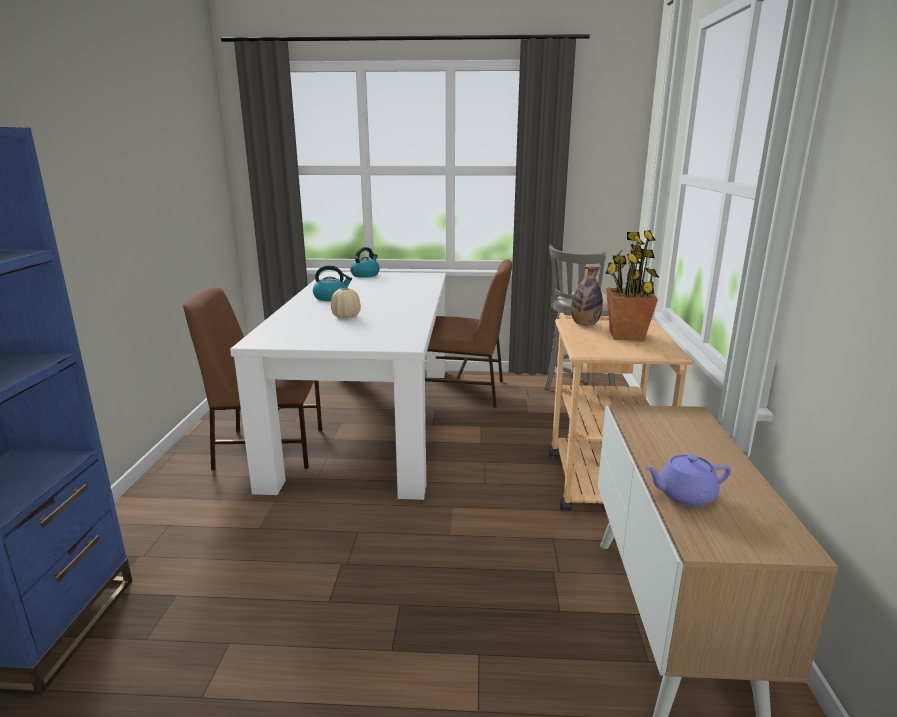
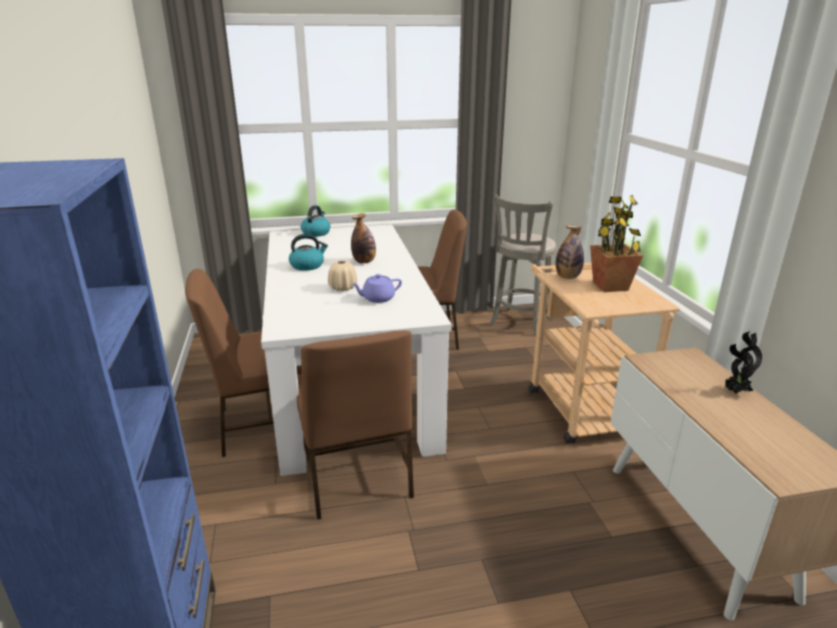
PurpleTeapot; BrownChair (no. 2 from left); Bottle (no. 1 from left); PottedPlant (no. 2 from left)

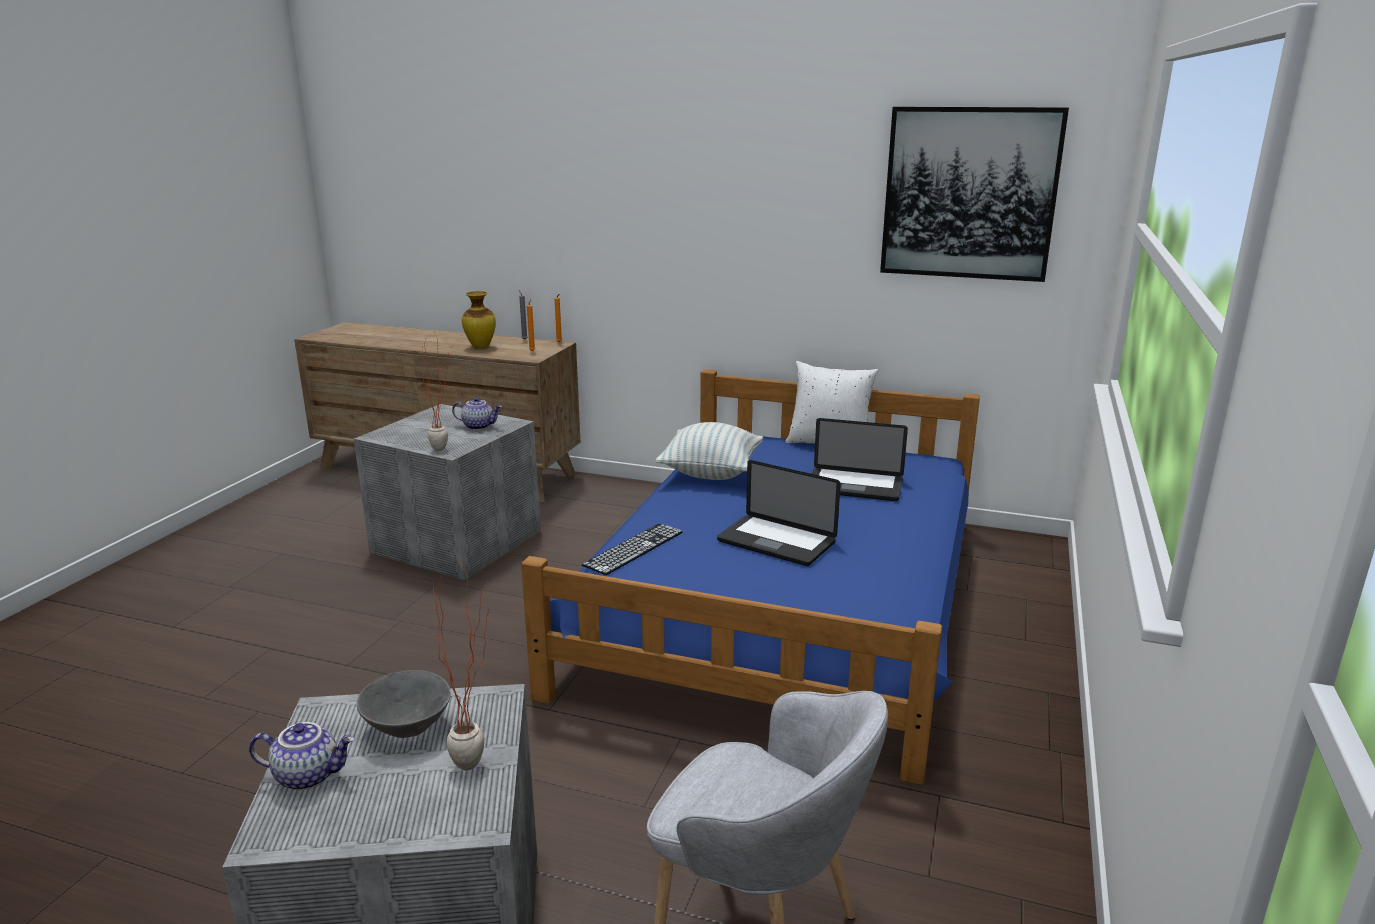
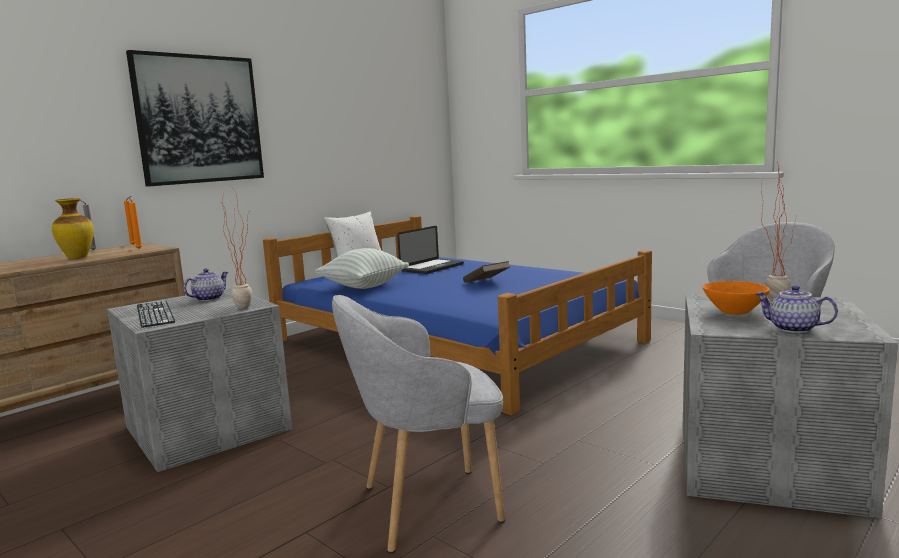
Teapot (no. 2 from left); OrangeBowl; Keyboard; BrownBook; Picture; GreyArmchair (no. 1 from left)

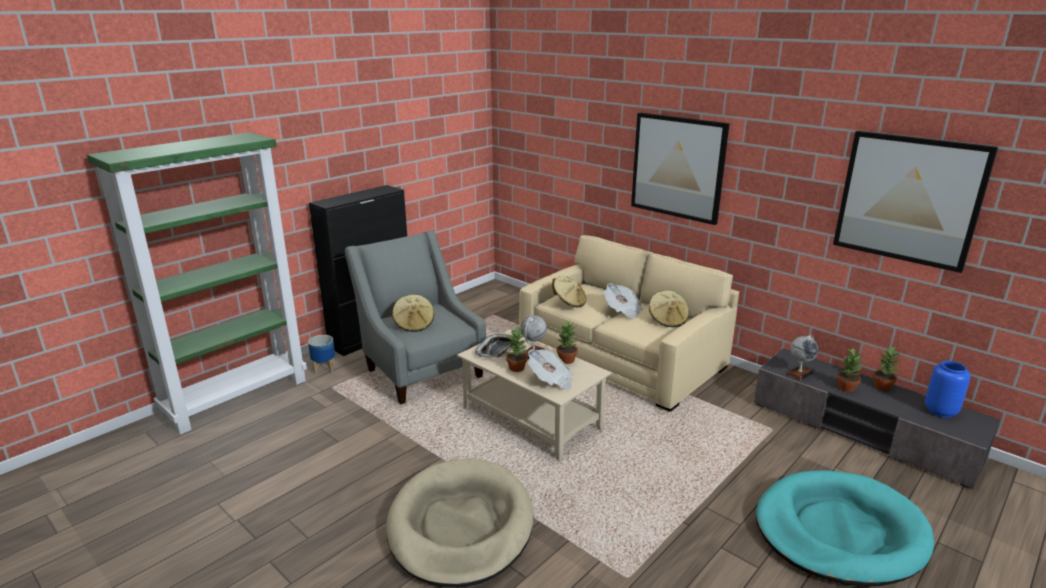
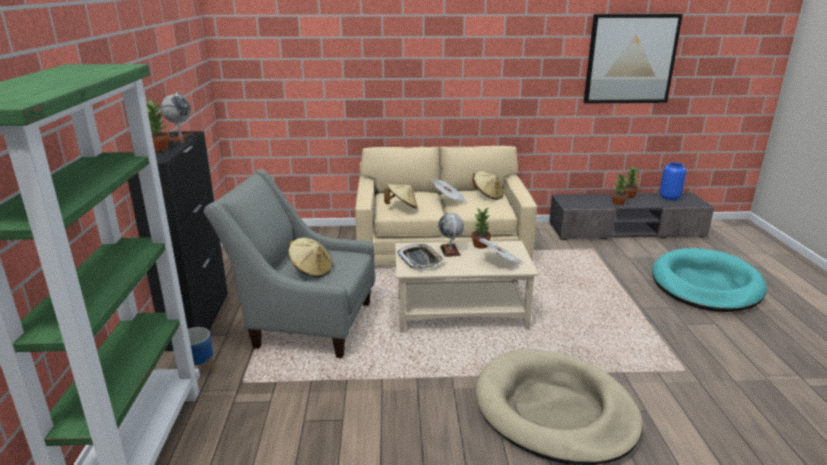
PottedPlant (no. 1 from left); Picture (no. 1 from left in the first image); Globe (no. 1 from left)

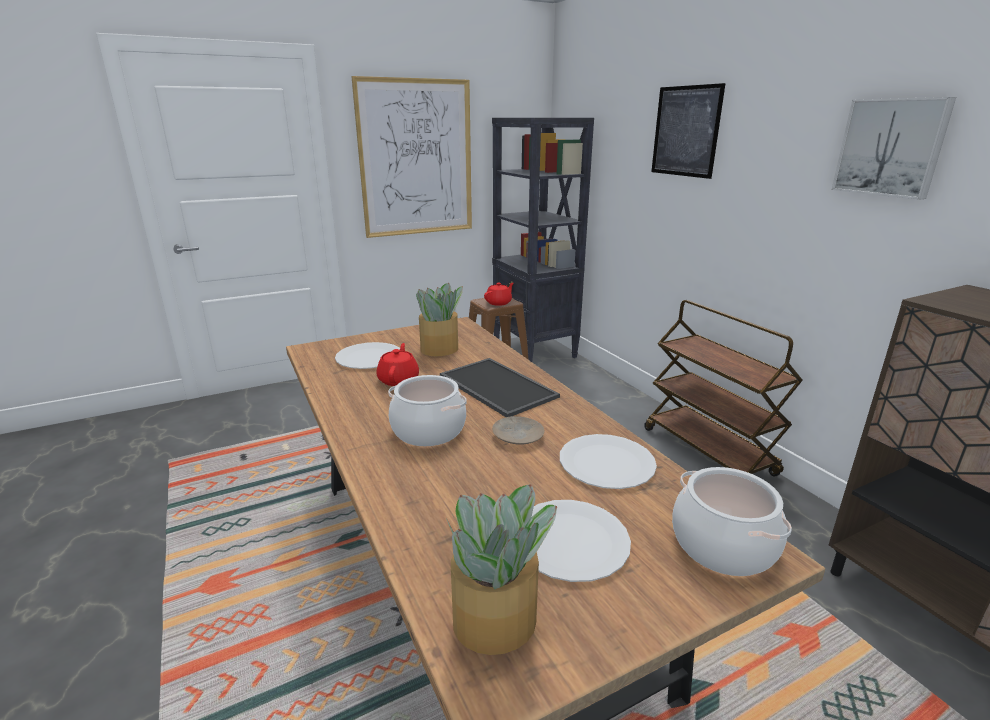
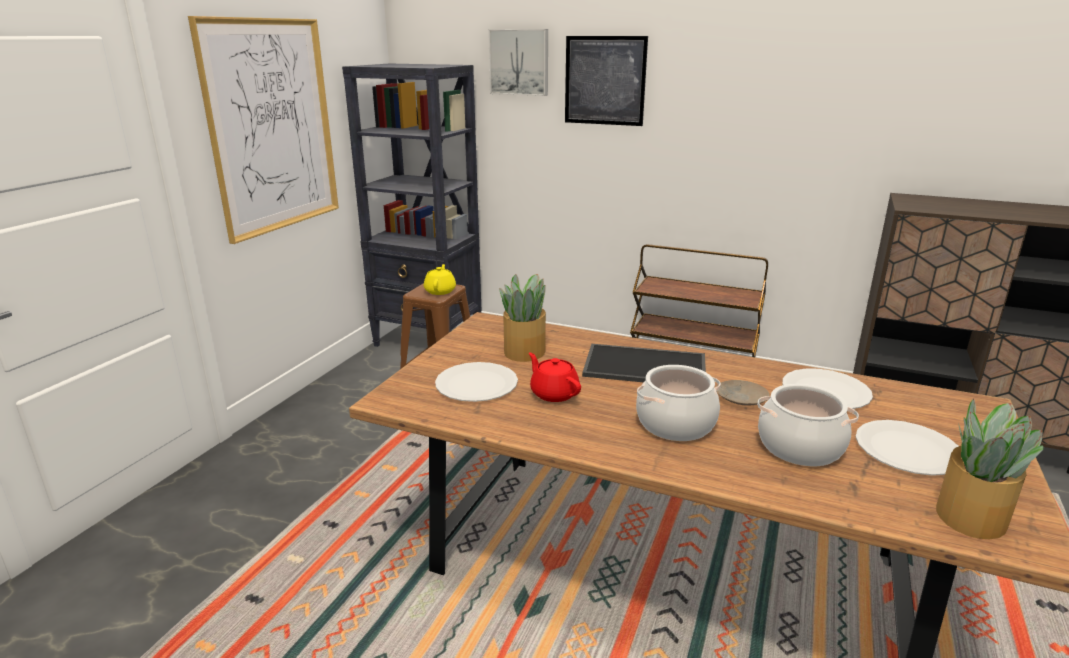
YellowTeapot; CookingPot (no. 2 from left); Picture (no. 2 from left)

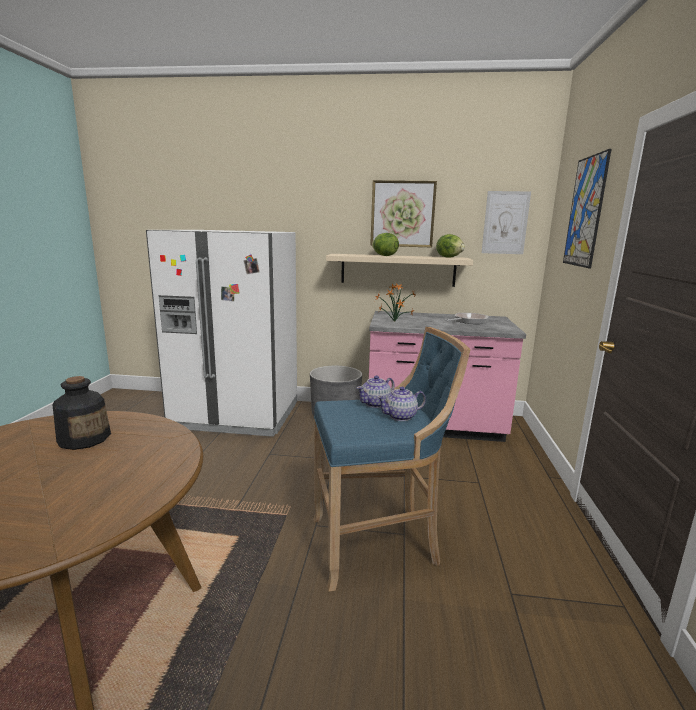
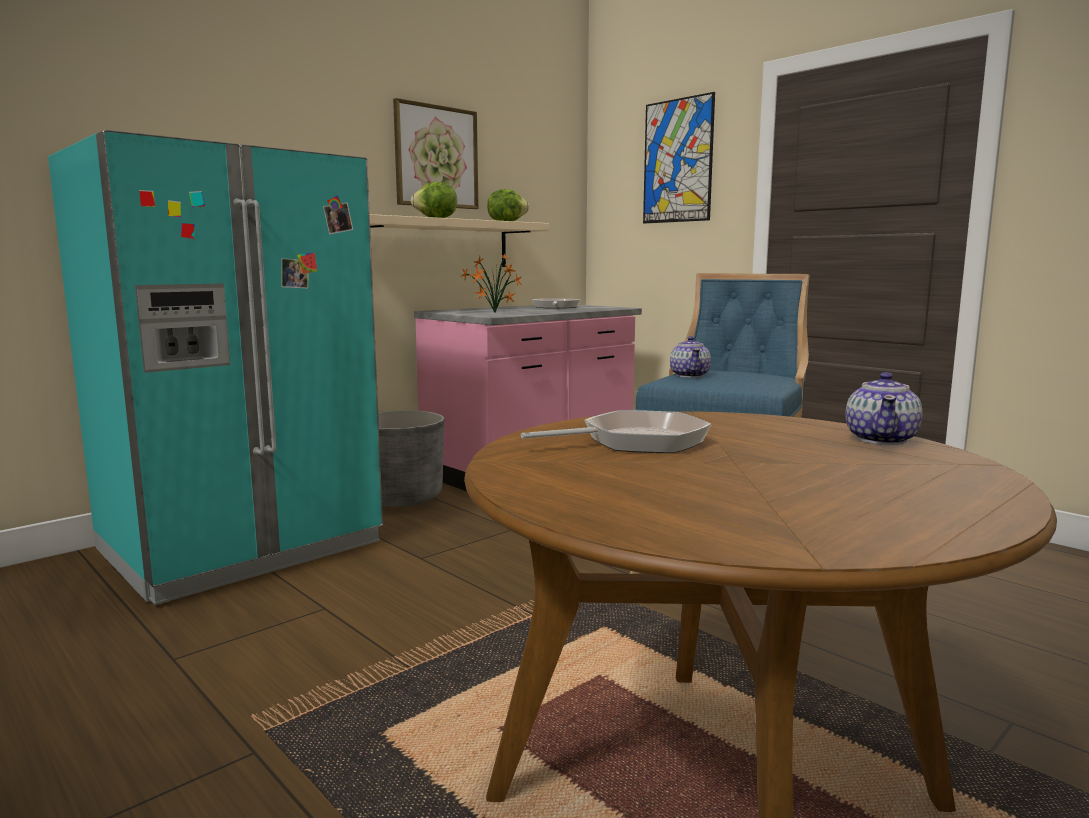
FryingPan (no. 2 from left); TurquoiseFridge; Teapot (no. 2 from left); Picture (no. 2 from left in the first image)

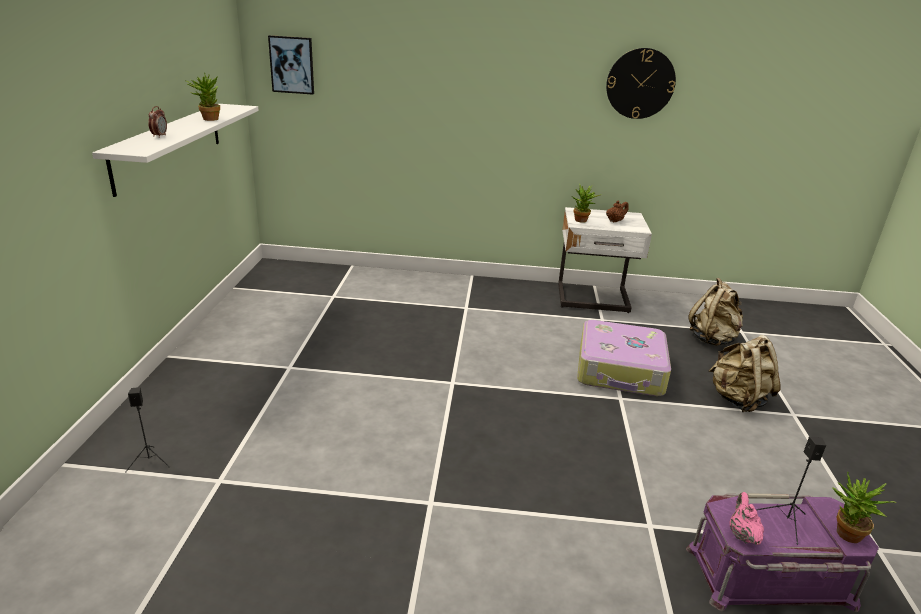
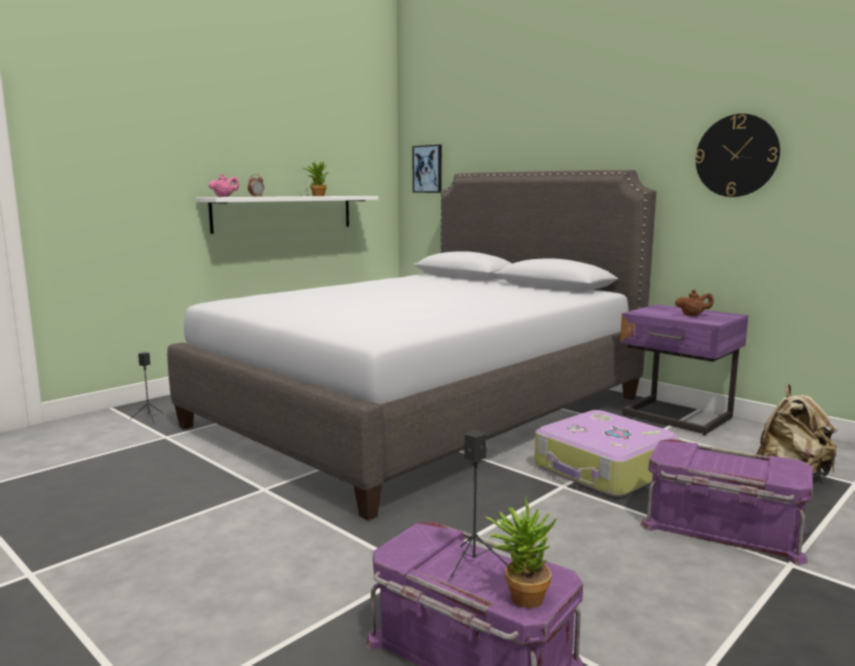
PurpleNightstand; PottedPlant (no. 2 from left in the first image); PurpleStorageBox (no. 2 from left); PinkTeapot; GreyBed

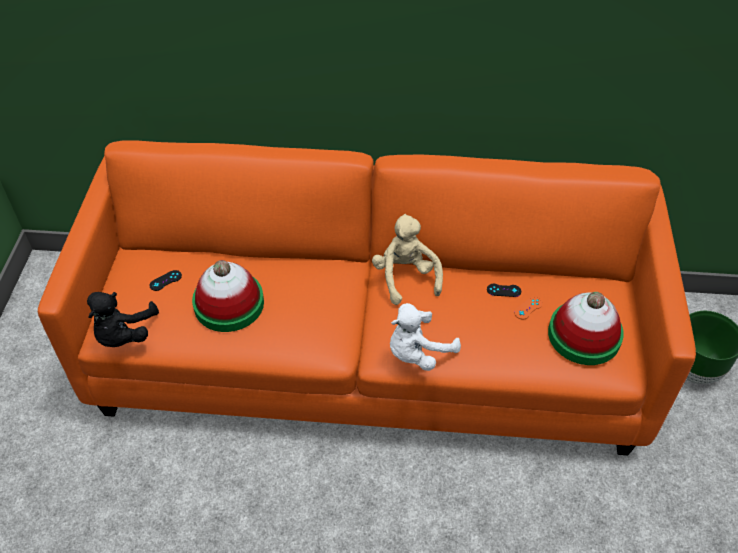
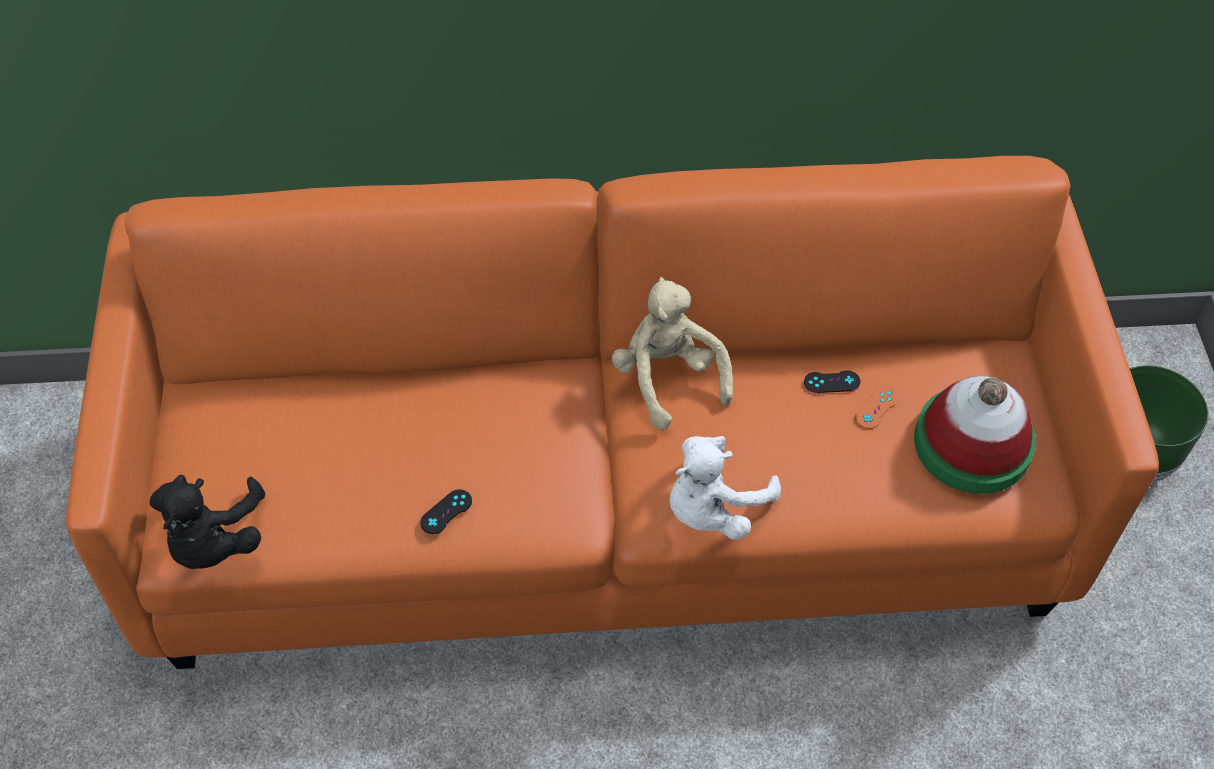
BlackGameController (no. 1 from left); Hat (no. 1 from left in the first image)

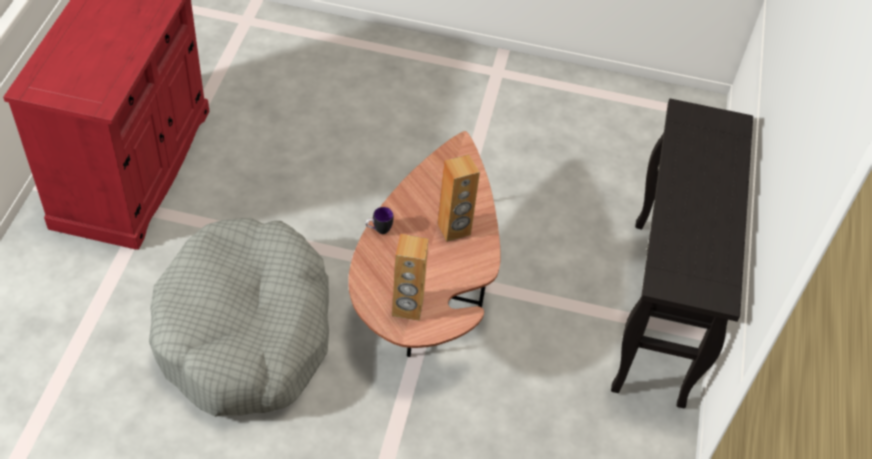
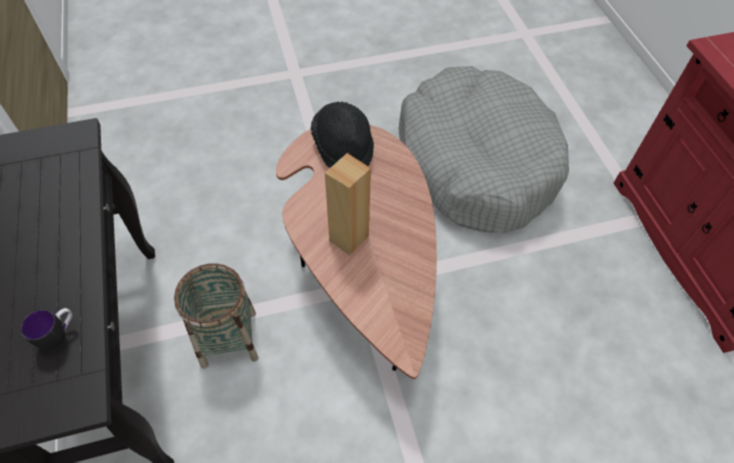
Mug; BlackHat; Basket

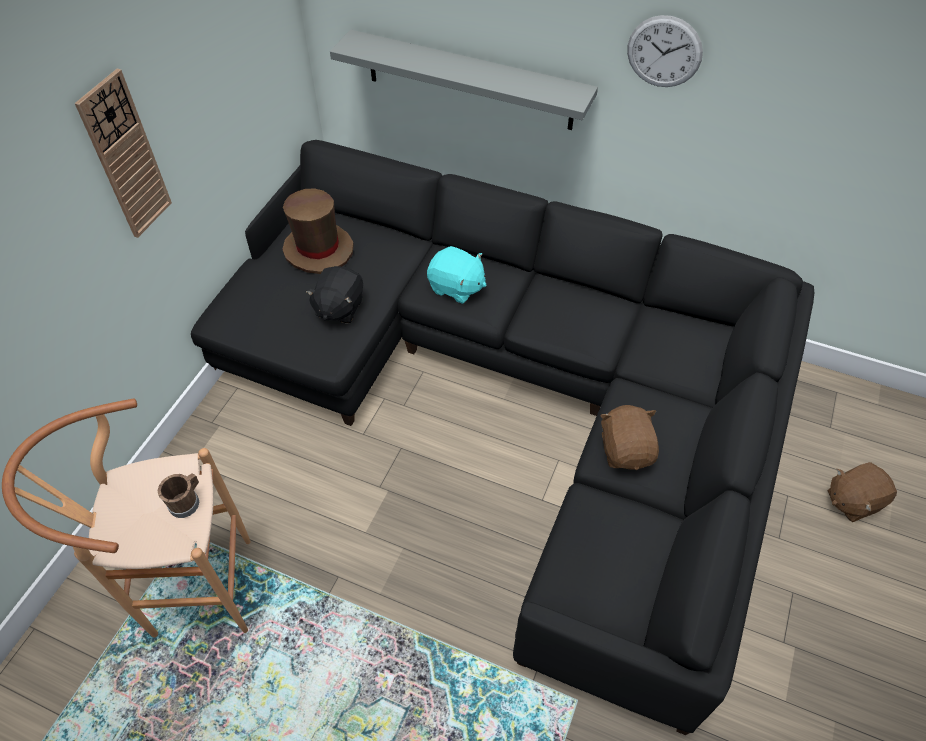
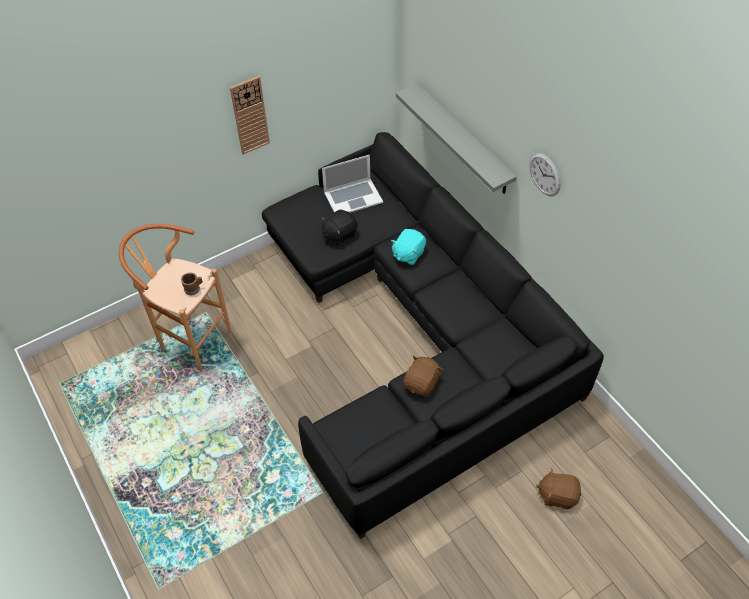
Laptop; TurquoisePlushToy

